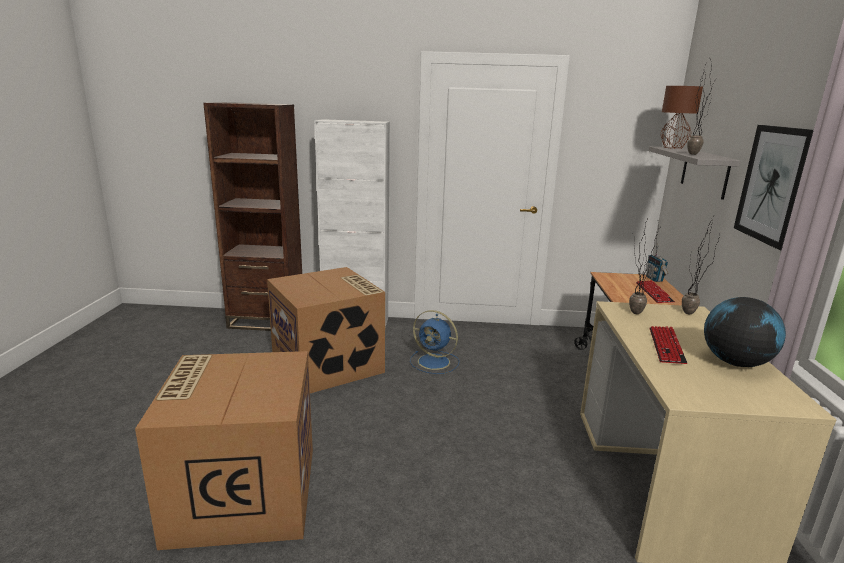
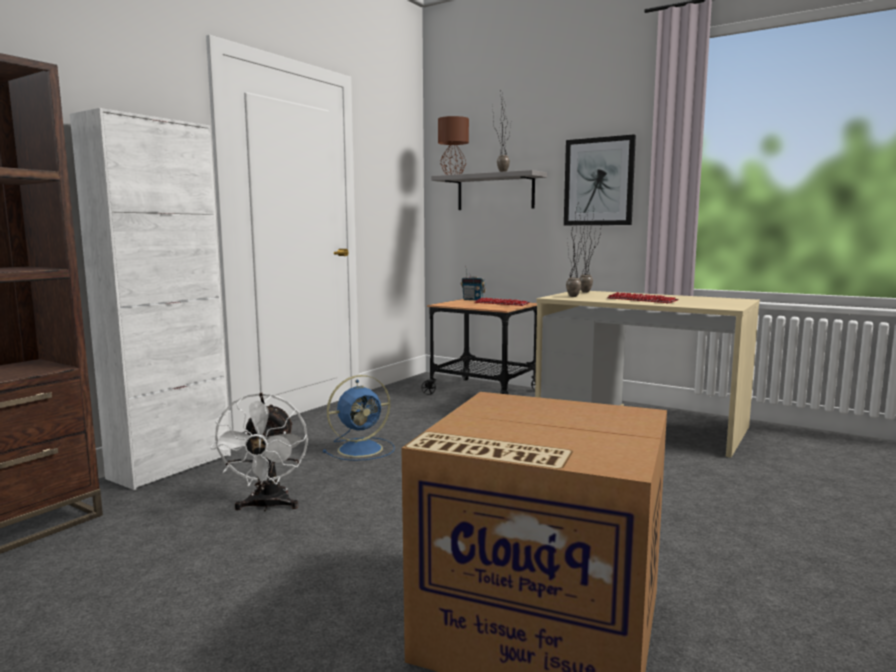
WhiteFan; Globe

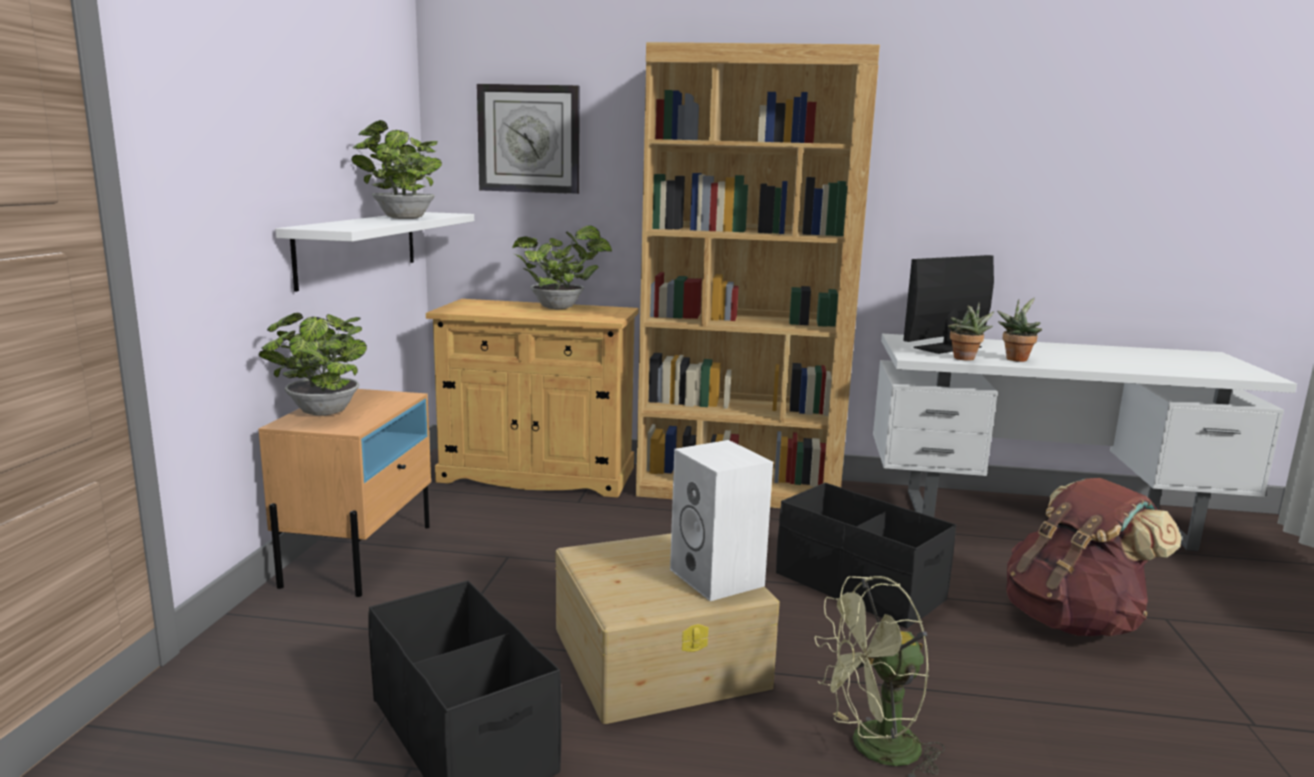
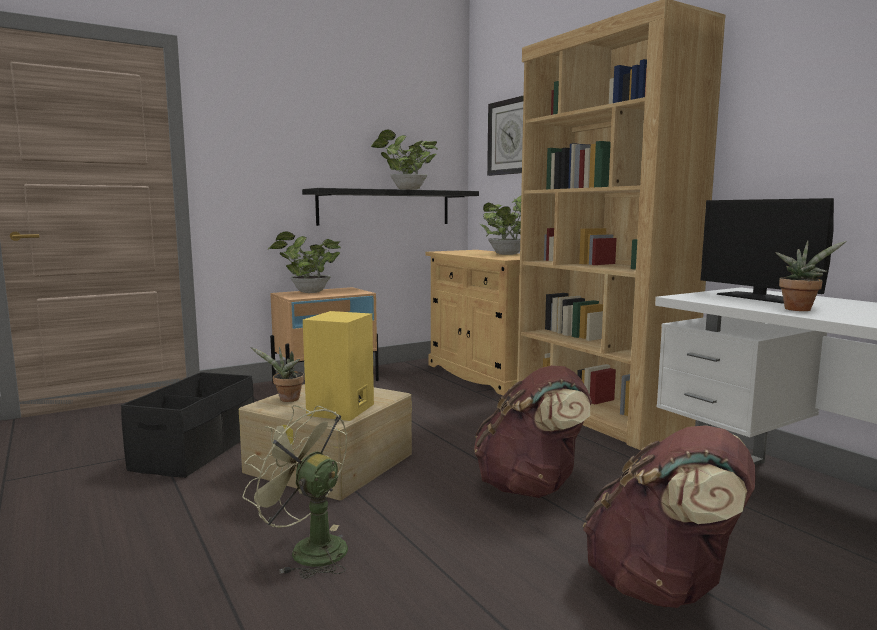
BlackShelf; YellowSpeaker; BrownBackpack (no. 1 from left); Monitor; PottedPlant (no. 1 from left)

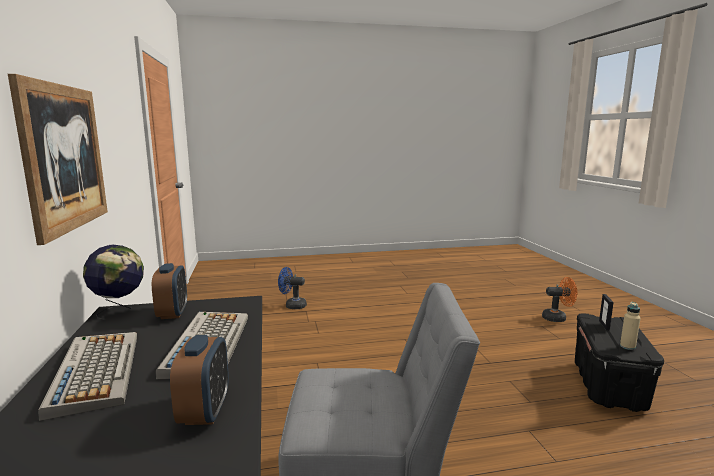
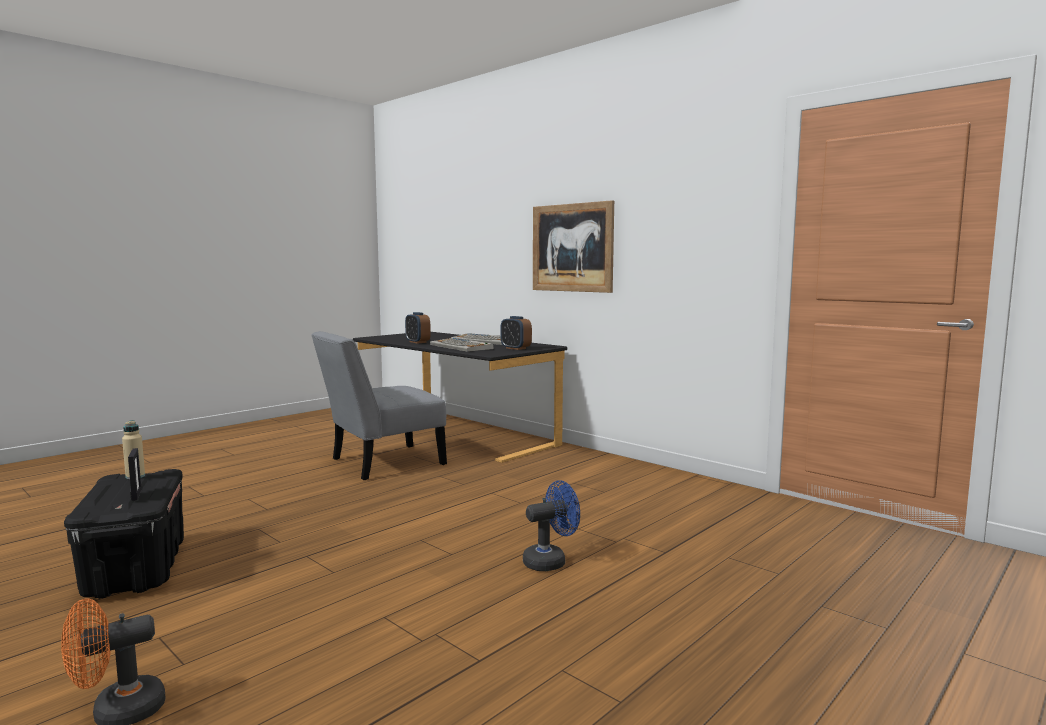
Globe; BlueFan

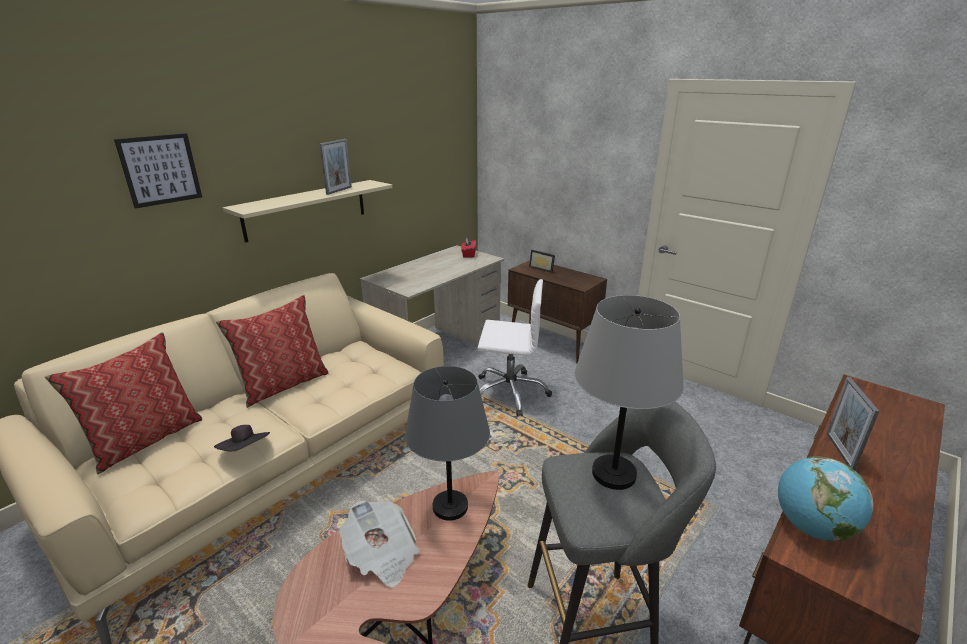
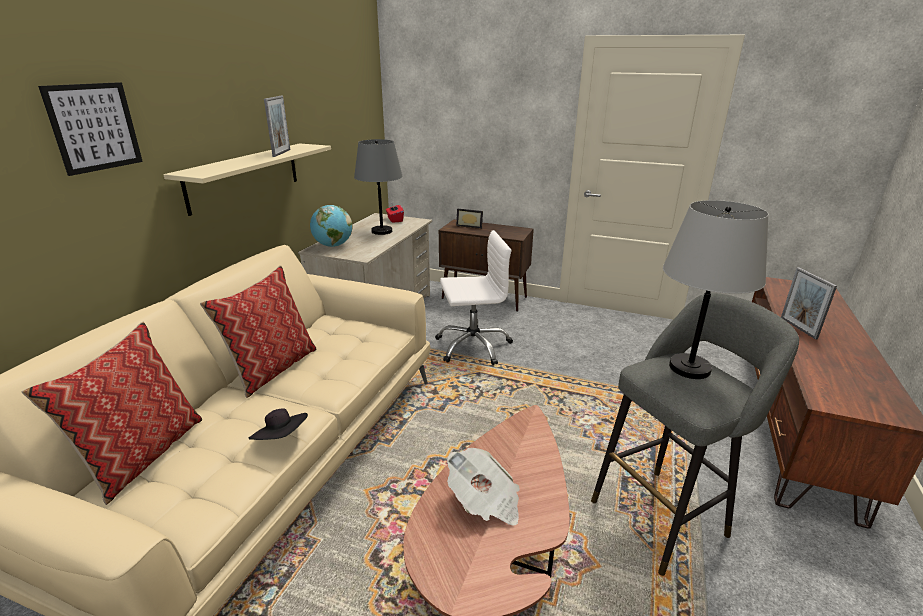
GreyTableLamp (no. 1 from left); Globe

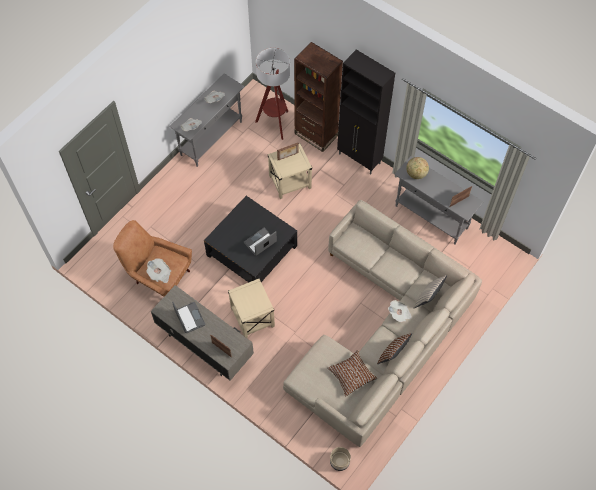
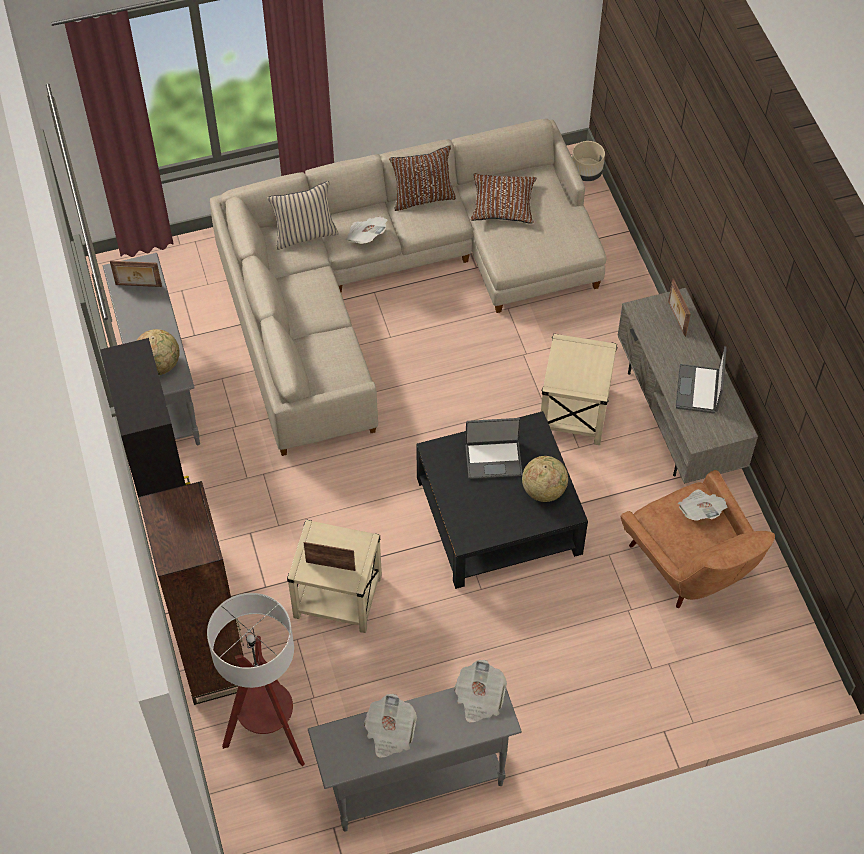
Globe (no. 2 from left)

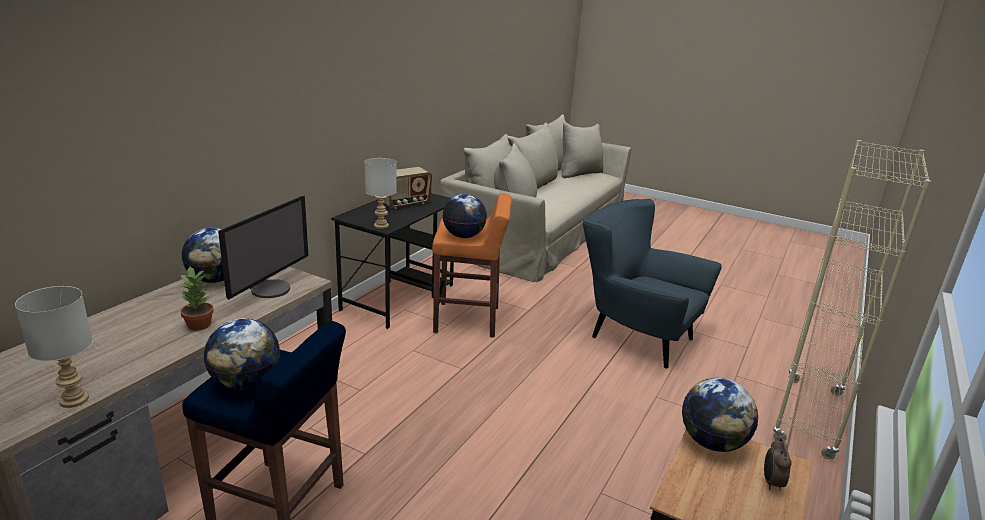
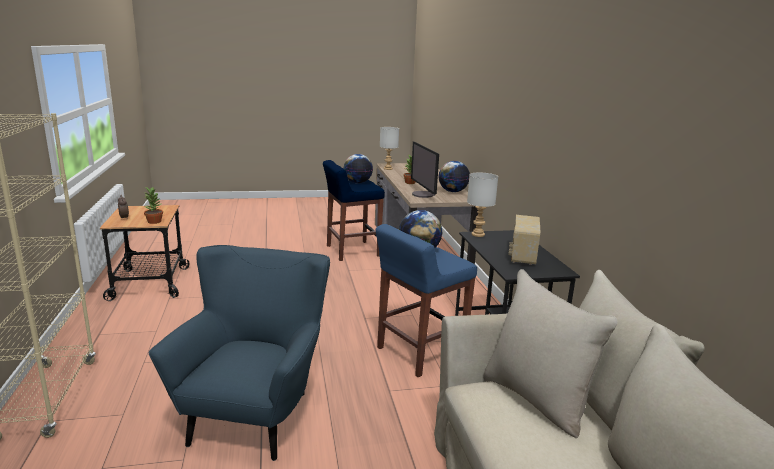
BlueStool (no. 2 from left); BlueArmchair; PottedPlant (no. 1 from left)

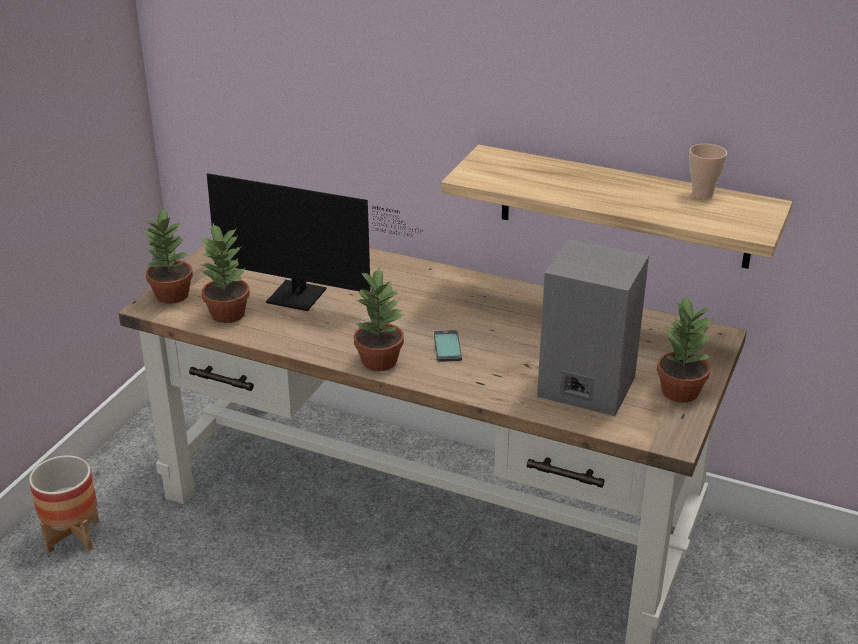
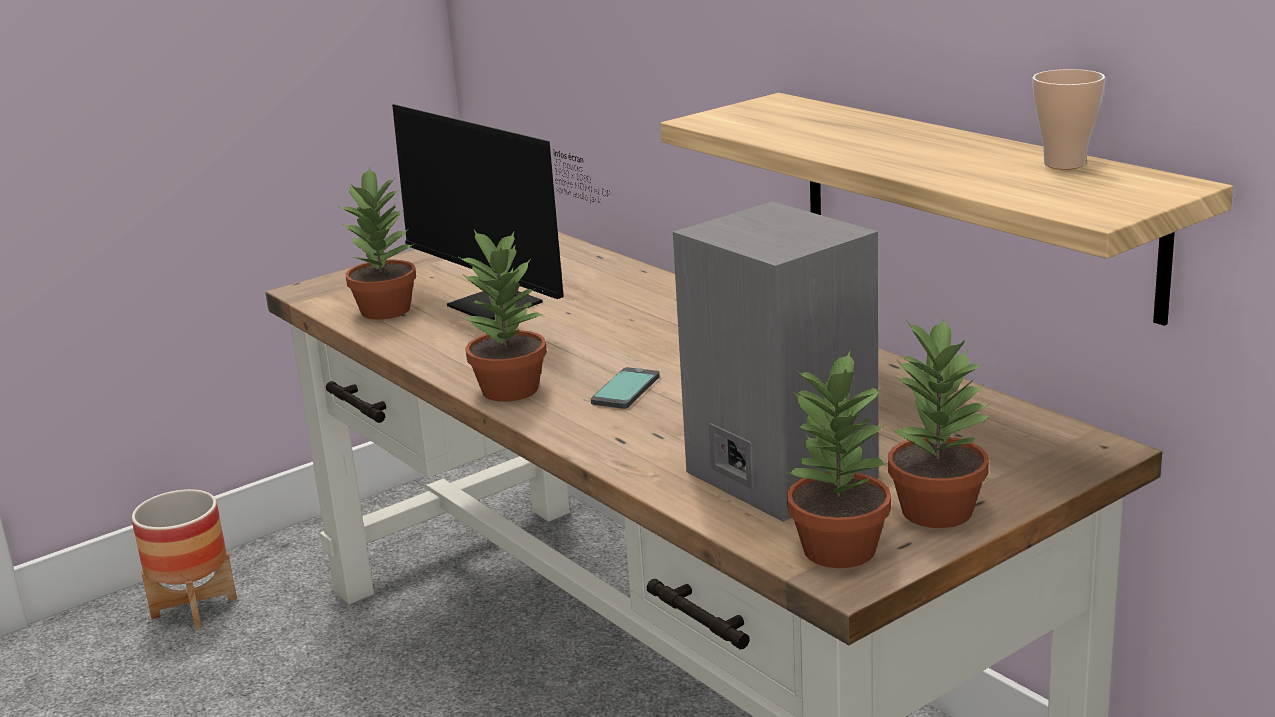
PottedPlant (no. 3 from left)

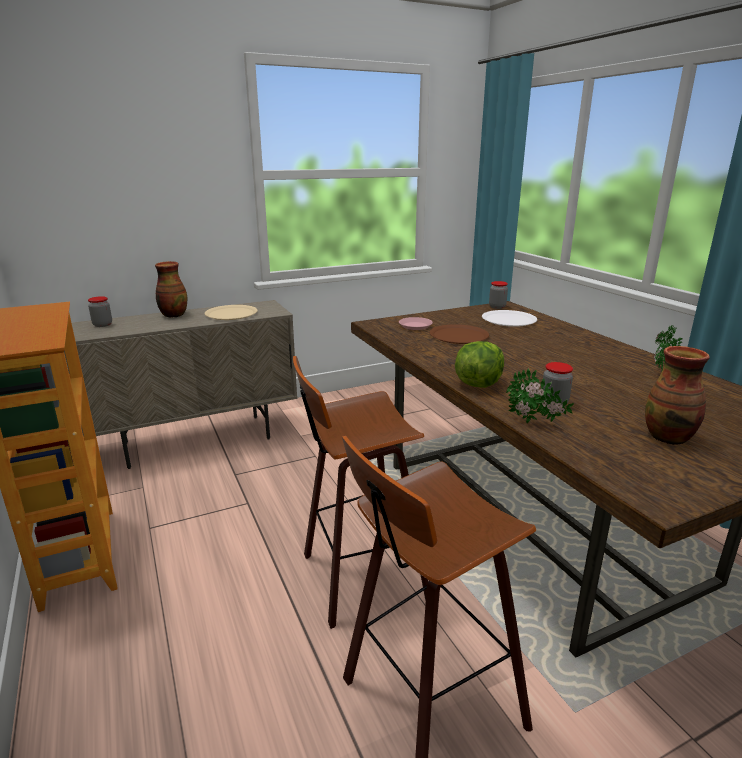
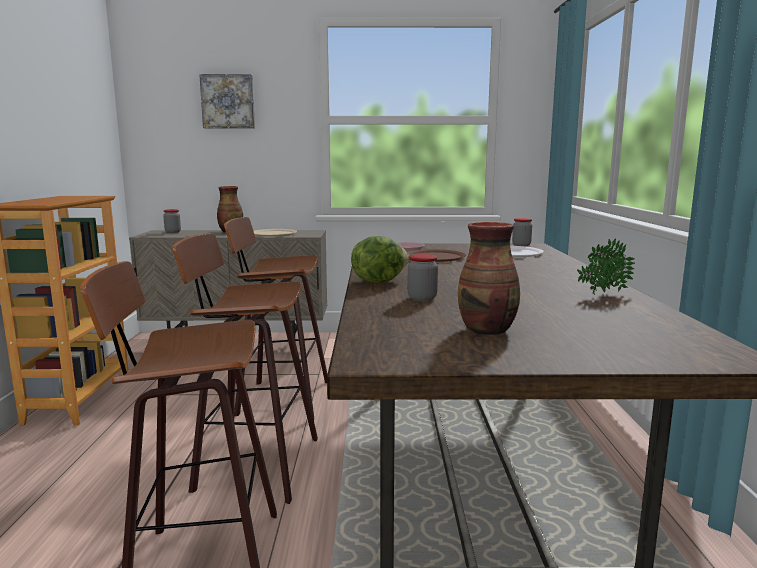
PottedPlant (no. 1 from left in the first image); Picture; Stool (no. 3 from left)

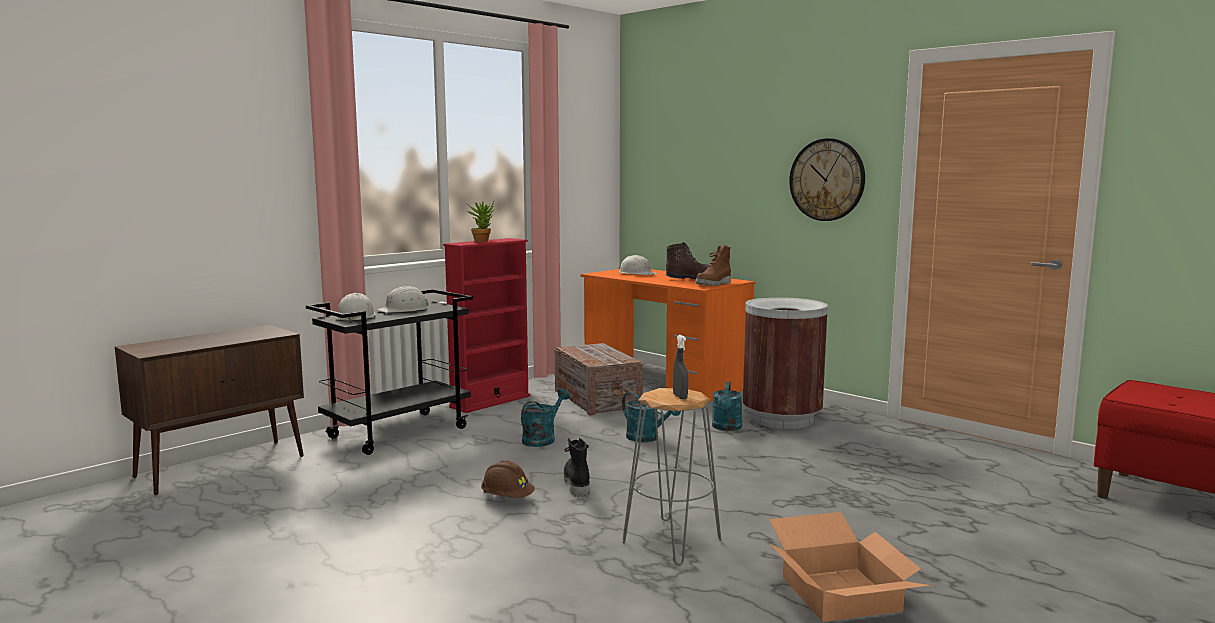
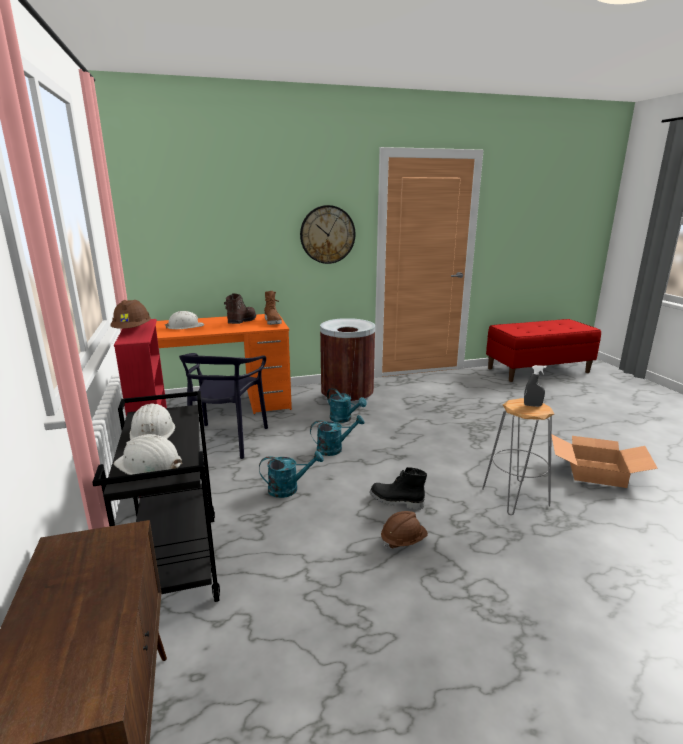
BrownHardHat (no. 1 from left); TurquoiseWateringCan (no. 1 from left); BlackChair

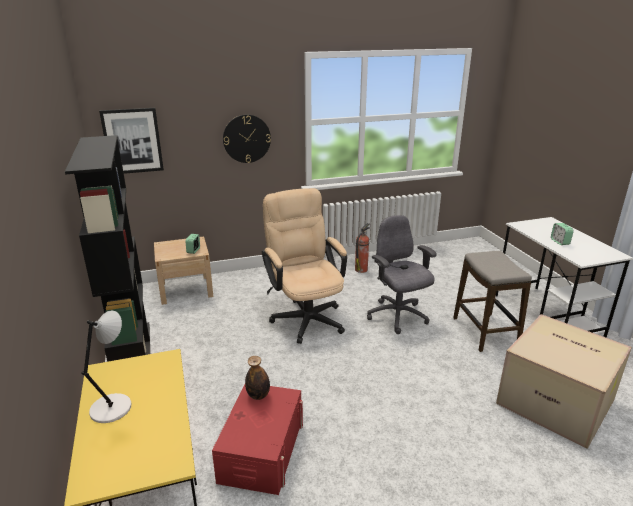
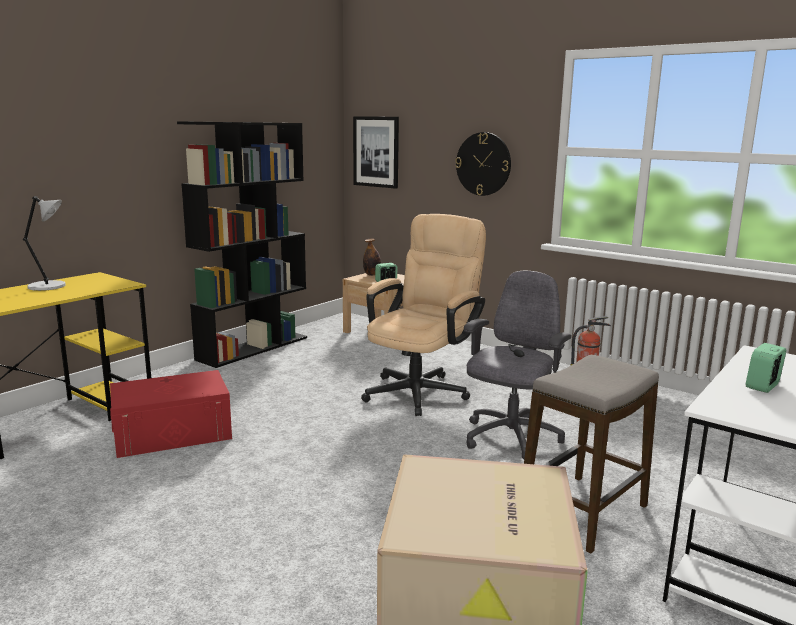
Bottle

